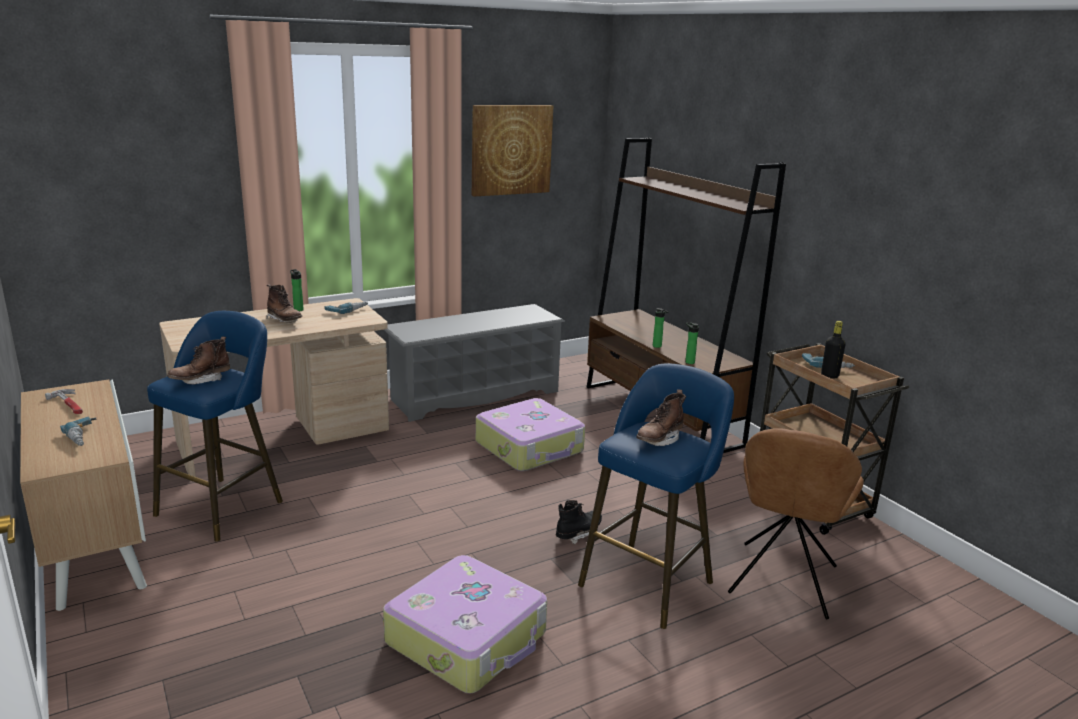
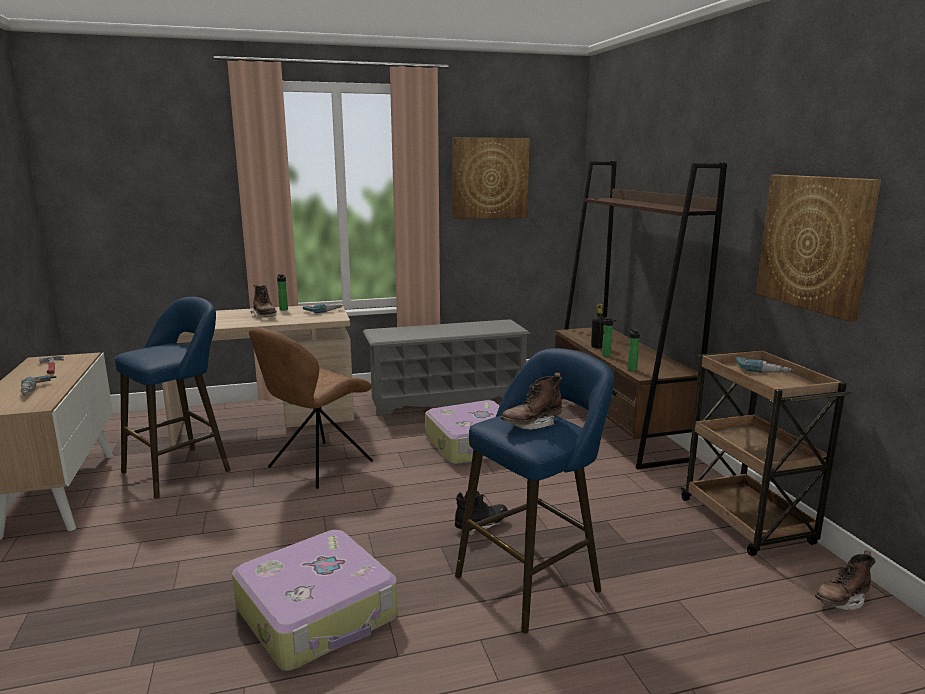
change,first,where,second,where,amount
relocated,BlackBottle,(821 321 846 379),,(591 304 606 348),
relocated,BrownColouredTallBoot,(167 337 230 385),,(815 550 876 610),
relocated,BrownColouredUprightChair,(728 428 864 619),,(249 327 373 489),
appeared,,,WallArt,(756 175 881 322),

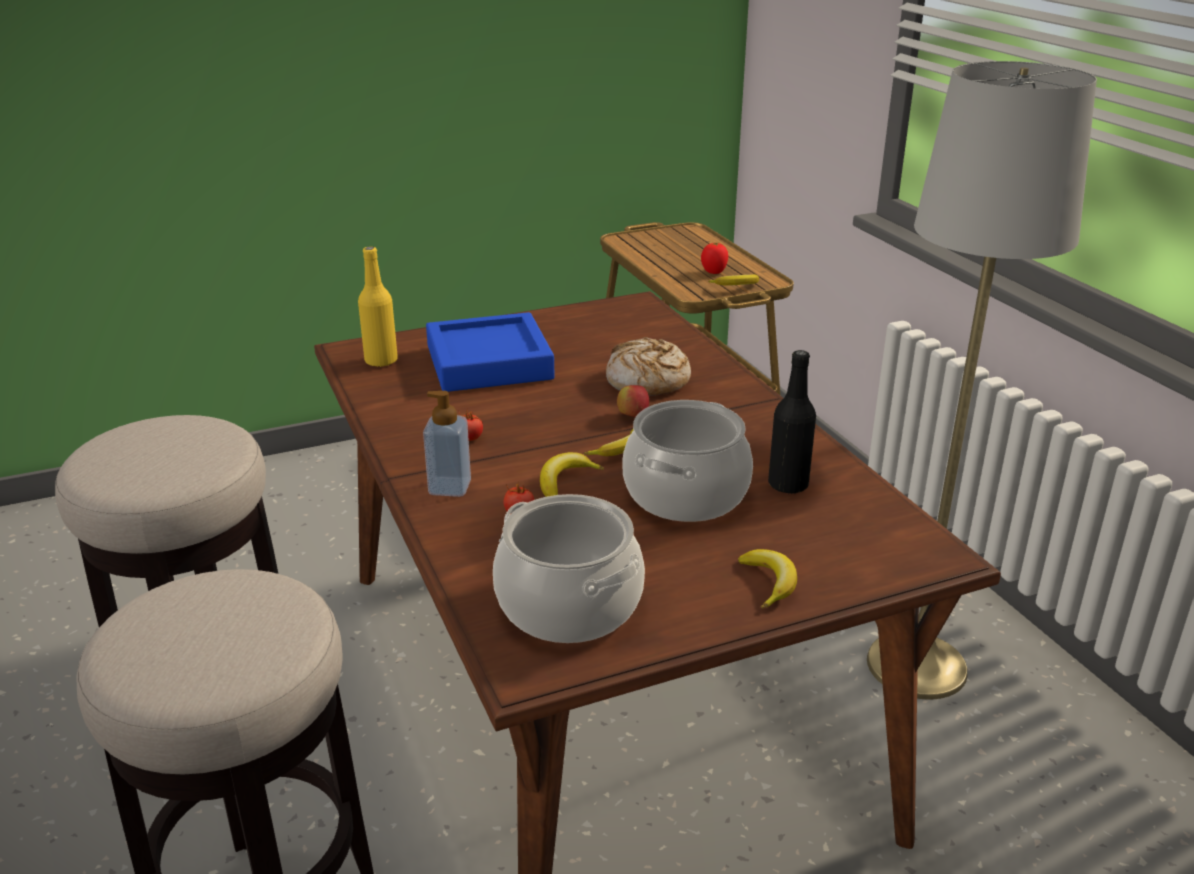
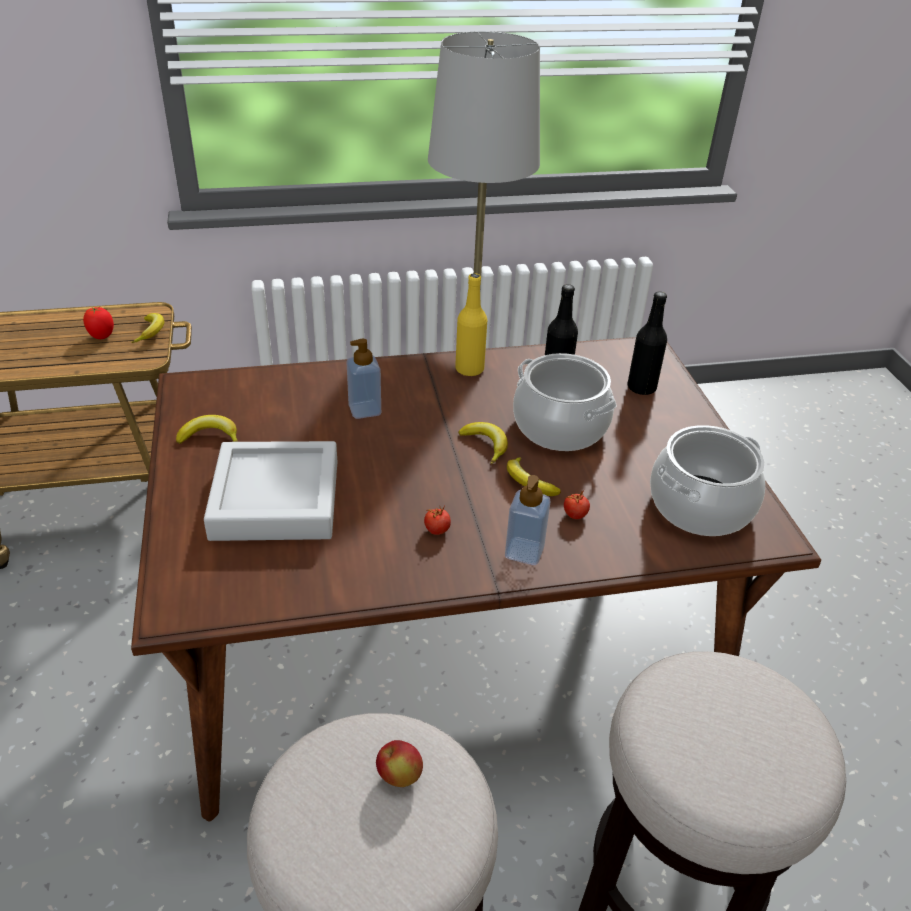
change,first,where,second,where,amount
relocated,YellowishBottle,(358 246 398 367),,(455 273 487 376),
colour,BlueColouredTray,(426 312 555 392),GreyTray,(204 441 337 541),
exchanged,BakedBread,(606 337 691 396),SoapBottle,(346 339 381 419),
relocated,WholeApple,(617 385 649 417),,(376 740 423 787),
relocated,Banana,(738 549 797 609),,(176 415 238 444),
appeared,,,BlackBottle,(627 291 667 395),

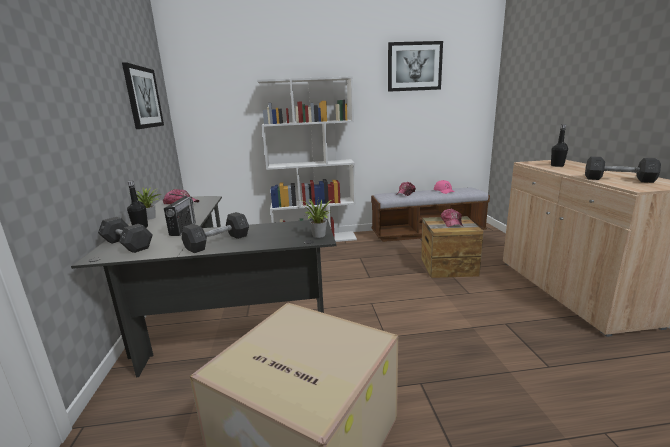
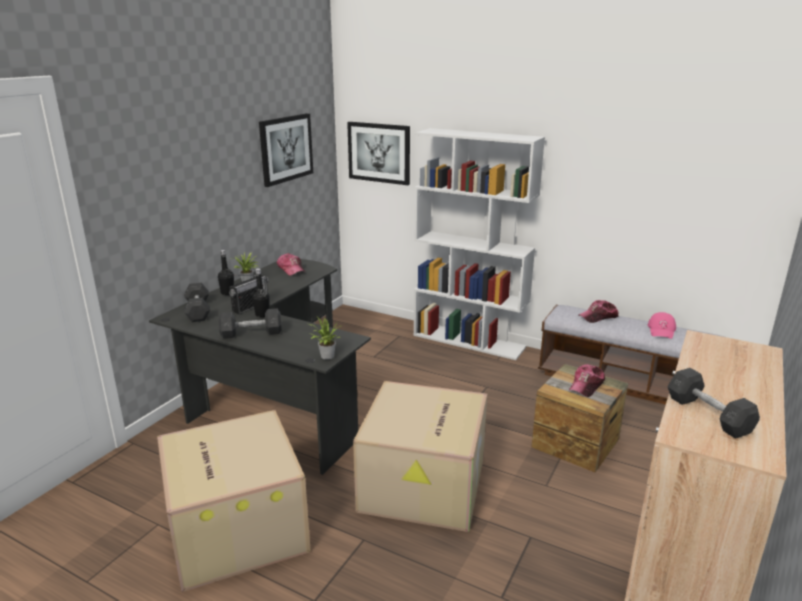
change,first,where,second,where,amount
relocated,WallArt,(388 41 443 92),,(347 122 410 185),
relocated,BlackBottle,(551 124 568 167),,(252 268 269 317),
appeared,,,CardboardBox,(353 381 487 532),

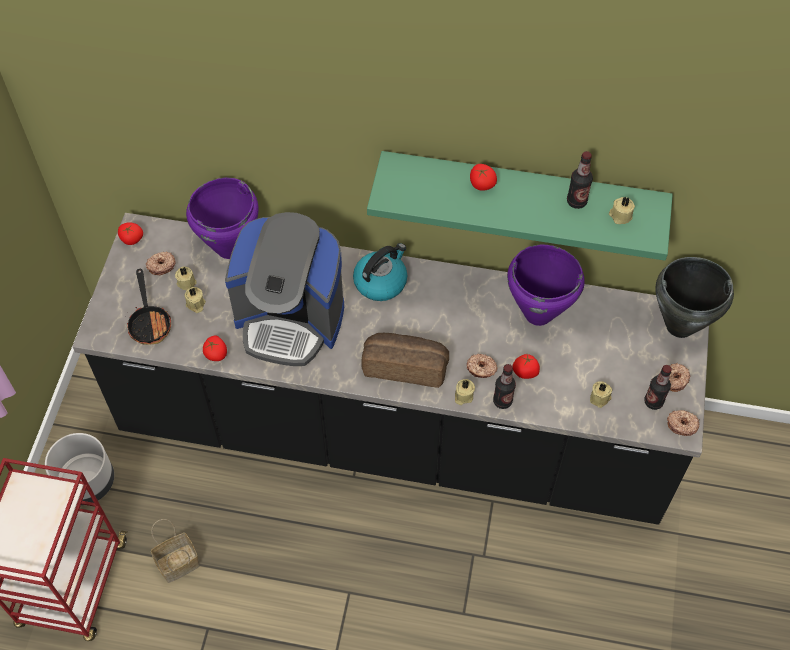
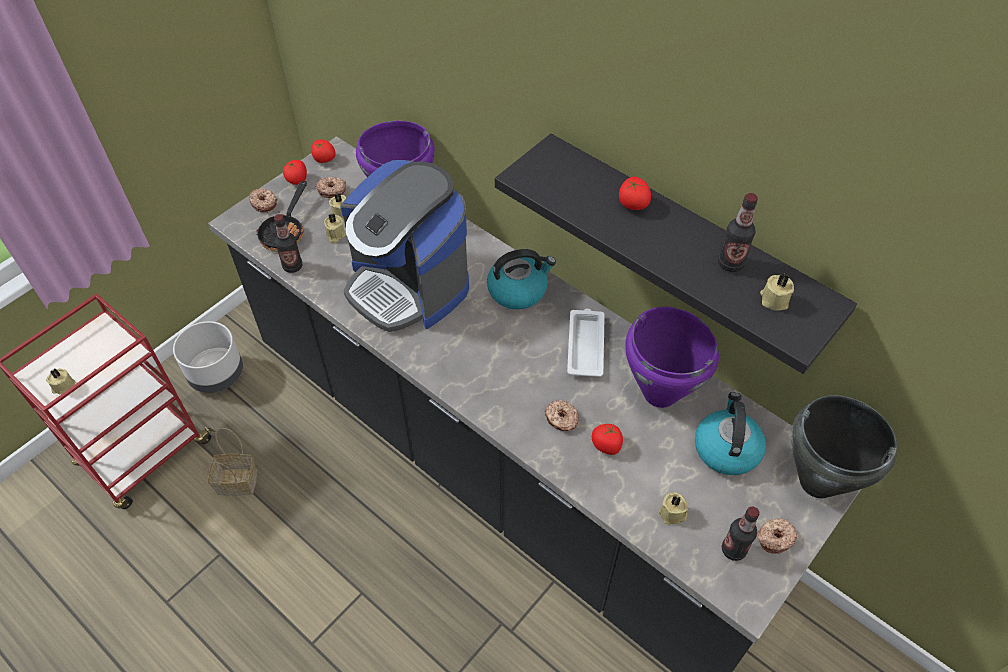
change,first,where,second,where,amount
colour,GreenShelf,(367 151 673 261),BlackShelf,(495 134 857 374),
missing,BakedBread,(361 333 449 388),,,
relocated,Tomato,(203 336 227 361),,(283 160 307 185),
relocated,Bottle,(493 364 516 409),,(274 214 303 273),
relocated,SandColouredWaxCandle,(455 379 475 405),,(46 369 76 395),
relocated,Doughnut,(667 410 699 436),,(249 188 277 212),
appeared,,,WhiteColouredTray,(567 309 605 377),
appeared,,,WaterKettle,(695 392 766 475),

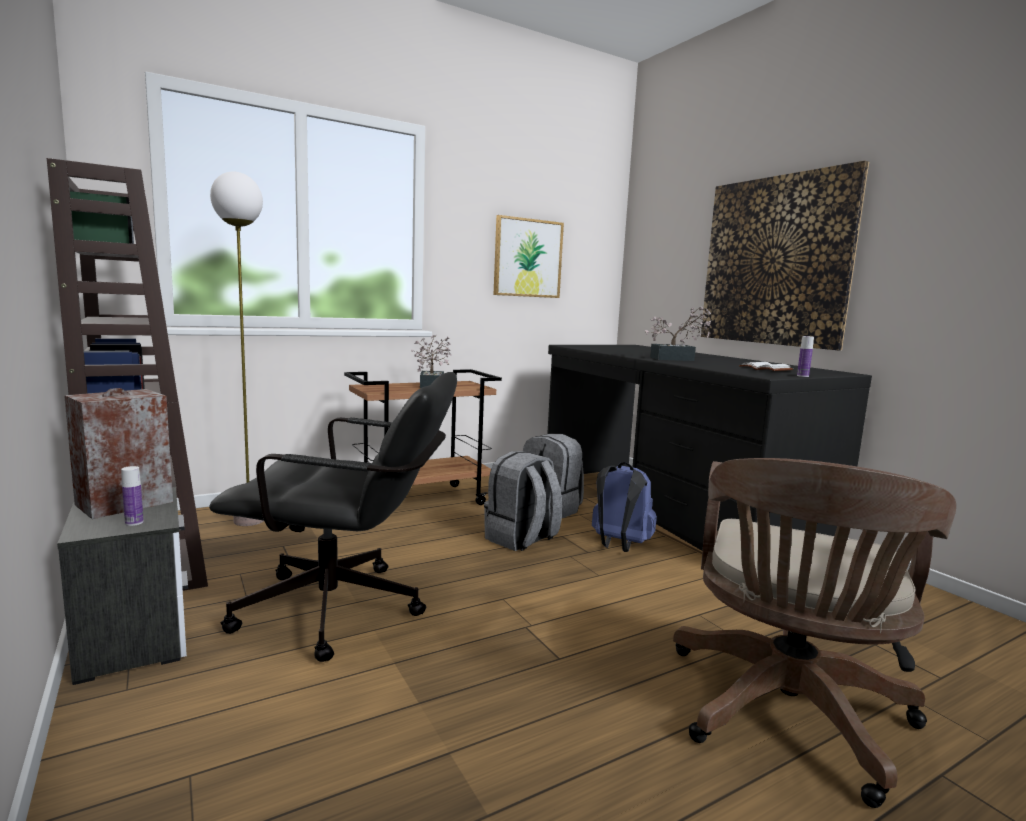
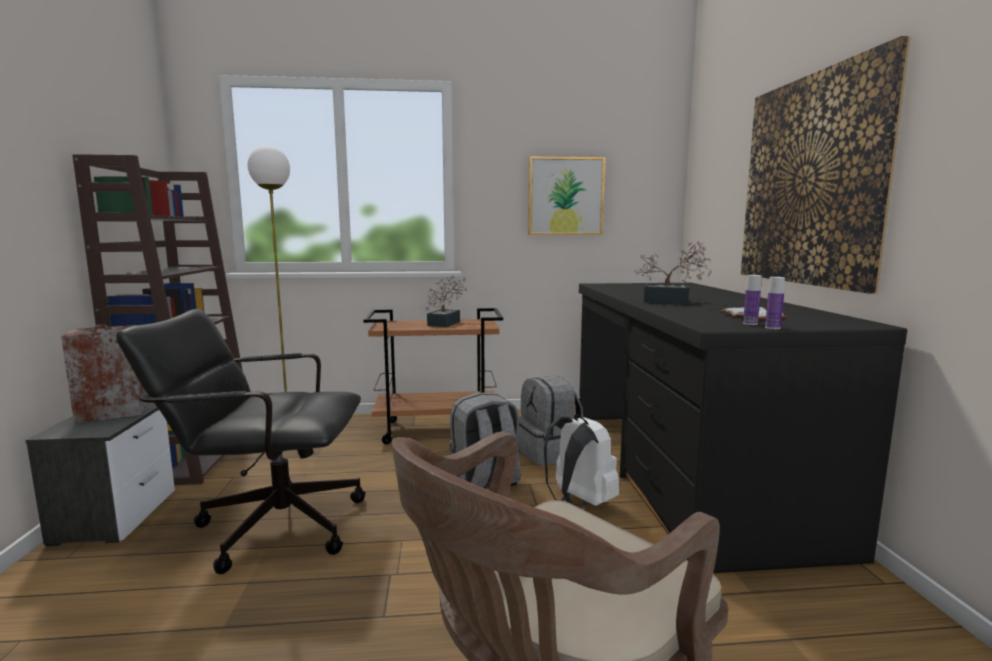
change,first,where,second,where,amount
spun,BlackComputerChair,(209 372 457 662),,(116 309 366 574),150 degrees clockwise
colour,BlueColouredRucksack,(592 462 657 552),WhiteColouredRucksack,(544 414 619 509),
relocated,Bottle,(121 466 144 526),,(743 275 762 325),

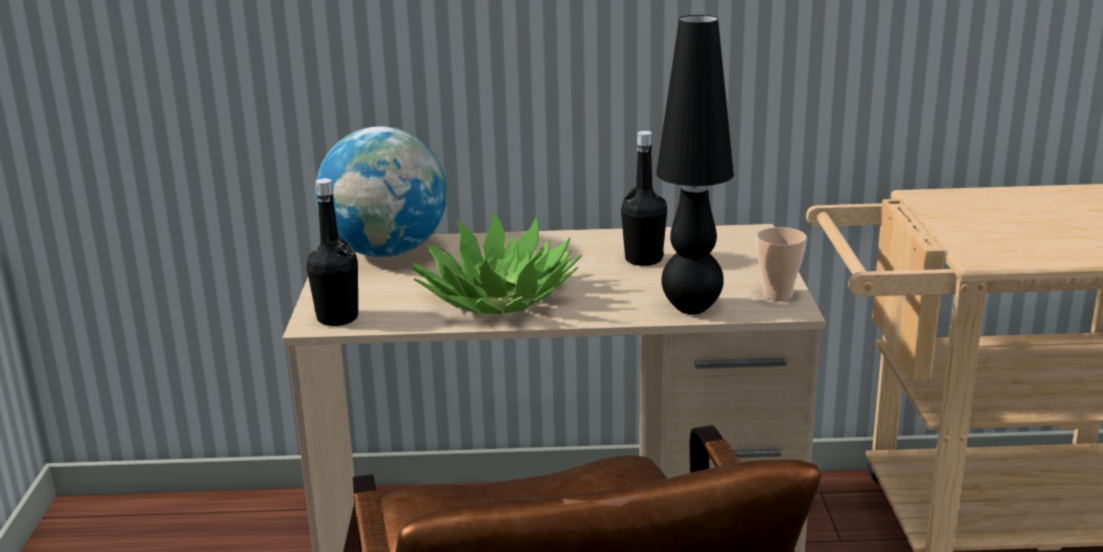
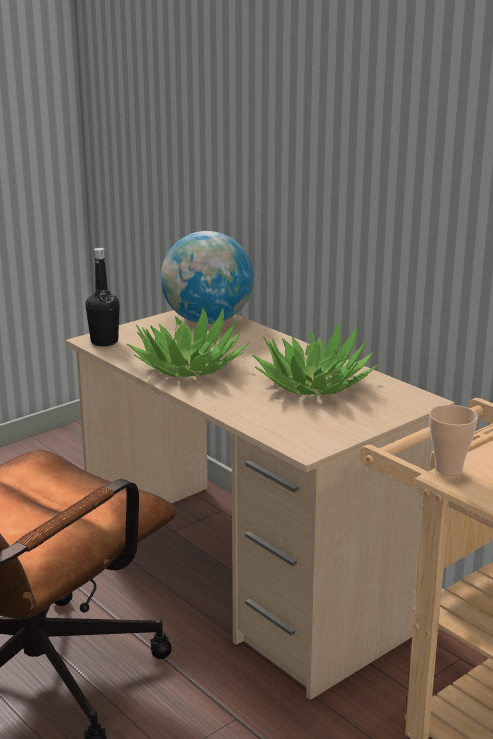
change,first,where,second,where,amount
missing,BlackTabletopLamp,(656 15 734 314),,,
exchanged,BlackBottle,(621 131 667 266),PottedPlant,(252 323 379 396),
relocated,Cup,(756 227 807 301),,(429 405 478 476),

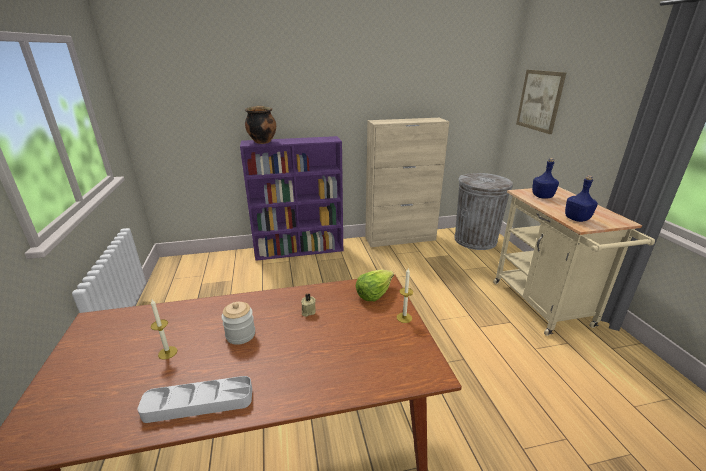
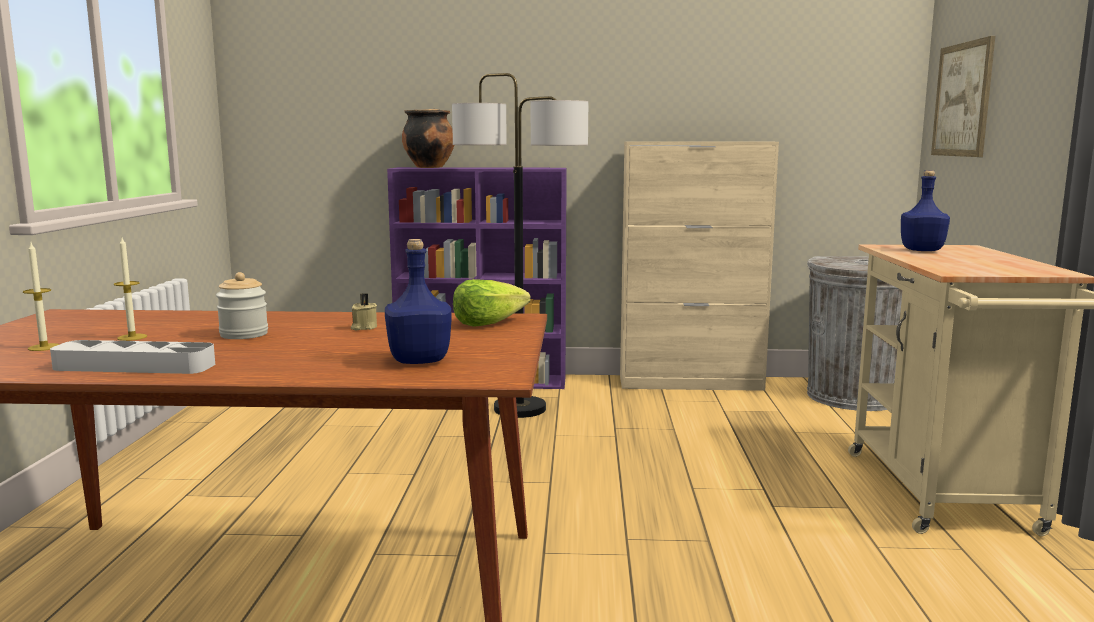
change,first,where,second,where,amount
relocated,BlueColouredBottle,(565 175 598 222),,(385 239 452 364),
relocated,WaxCandle,(397 268 413 323),,(23 243 60 351),
appeared,,,StandardLamp,(452 73 588 418),

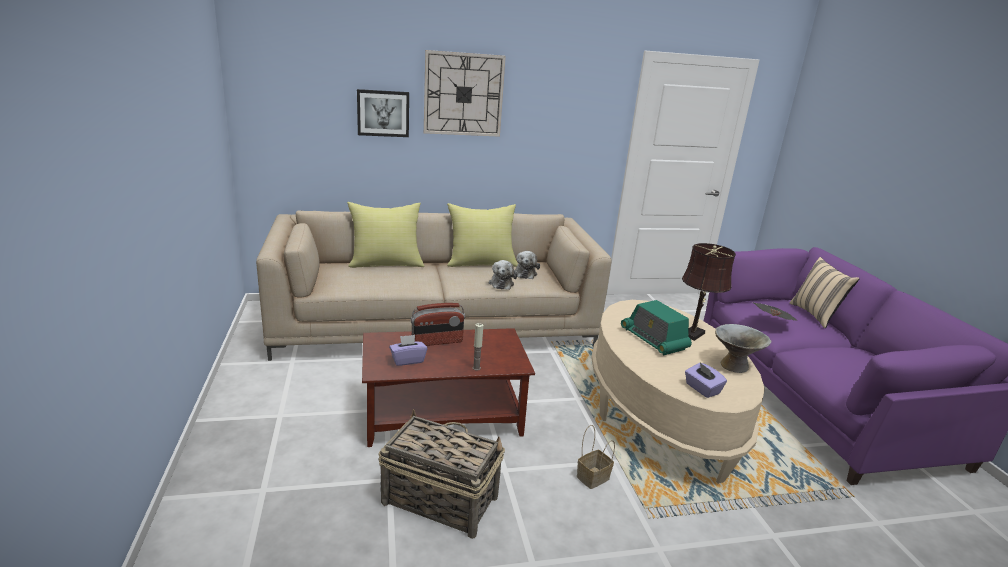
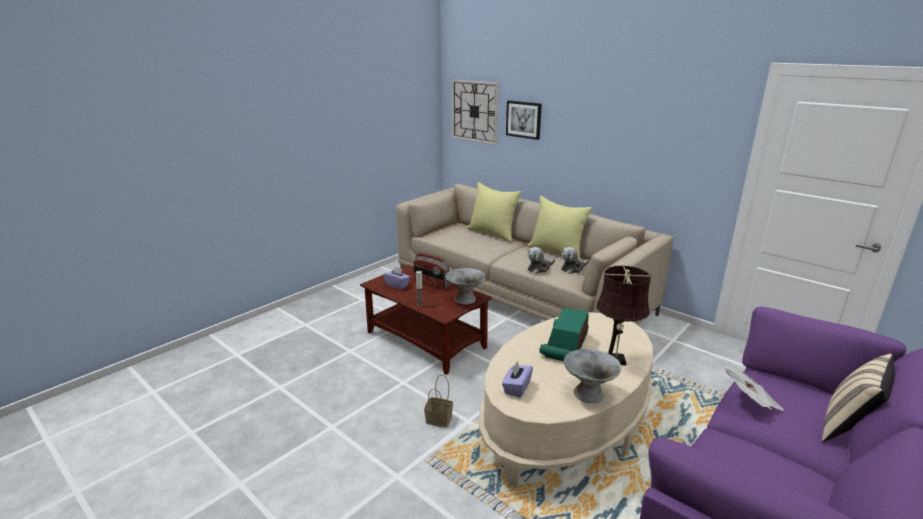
change,first,where,second,where,amount
relocated,ClockOnTheWall,(424 50 506 137),,(452 80 499 145),
missing,StorageBasket,(379 409 505 539),,,
appeared,,,GreyBowl,(445 268 485 305),

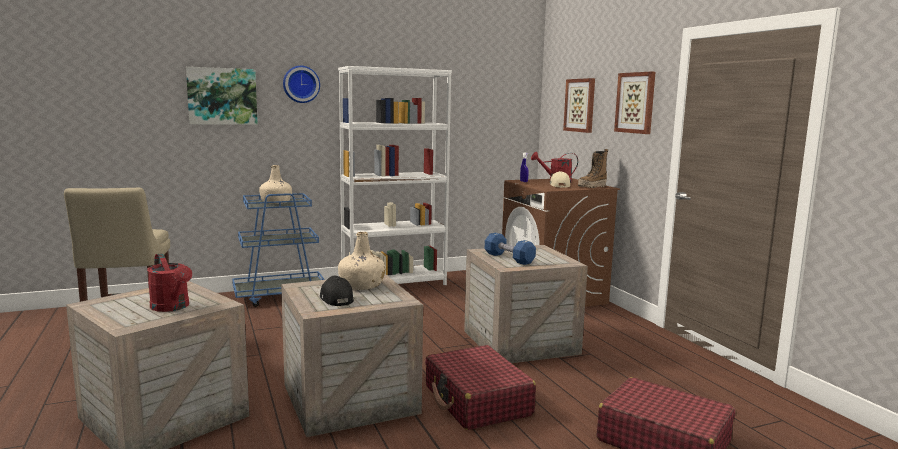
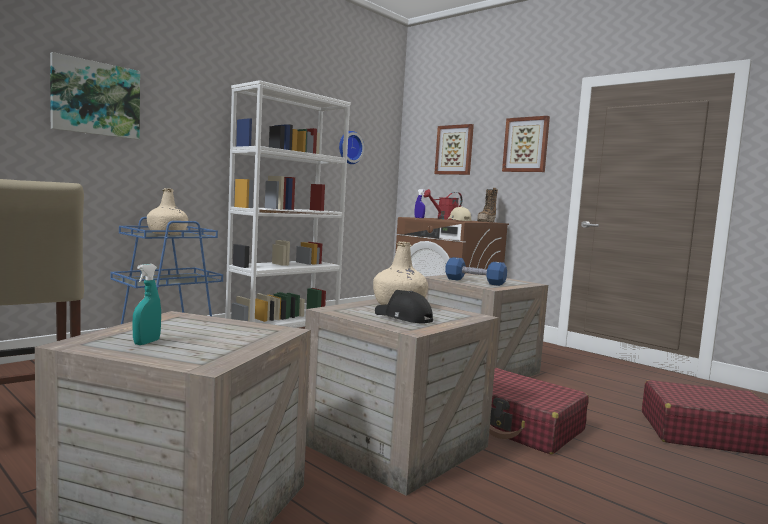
change,first,where,second,where,amount
relocated,ClockOnTheWall,(283 66 320 103),,(339 131 364 164),
missing,ReddishSprinklingCan,(147 253 192 312),,,
appeared,,,TurquoiseSprayer,(132 264 161 345),

